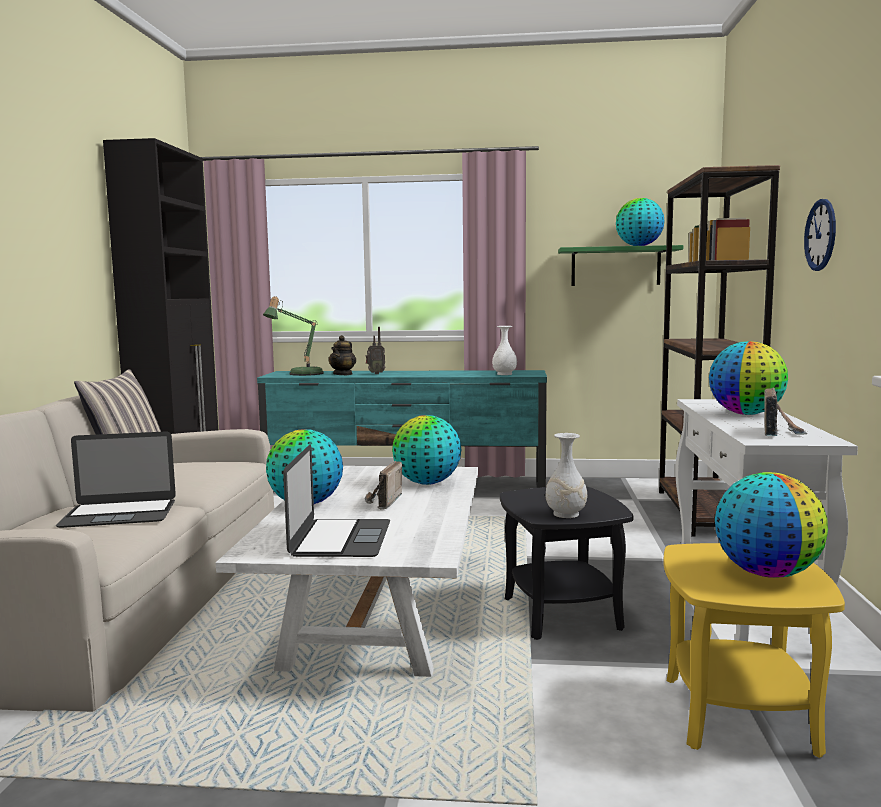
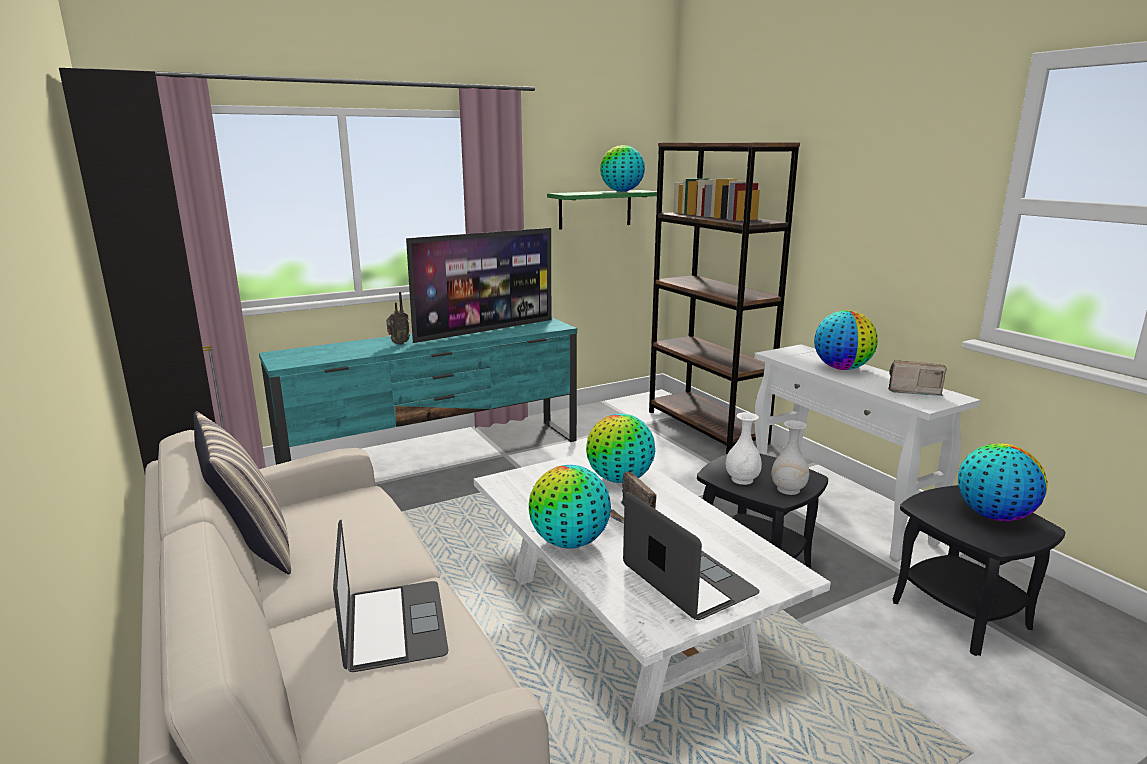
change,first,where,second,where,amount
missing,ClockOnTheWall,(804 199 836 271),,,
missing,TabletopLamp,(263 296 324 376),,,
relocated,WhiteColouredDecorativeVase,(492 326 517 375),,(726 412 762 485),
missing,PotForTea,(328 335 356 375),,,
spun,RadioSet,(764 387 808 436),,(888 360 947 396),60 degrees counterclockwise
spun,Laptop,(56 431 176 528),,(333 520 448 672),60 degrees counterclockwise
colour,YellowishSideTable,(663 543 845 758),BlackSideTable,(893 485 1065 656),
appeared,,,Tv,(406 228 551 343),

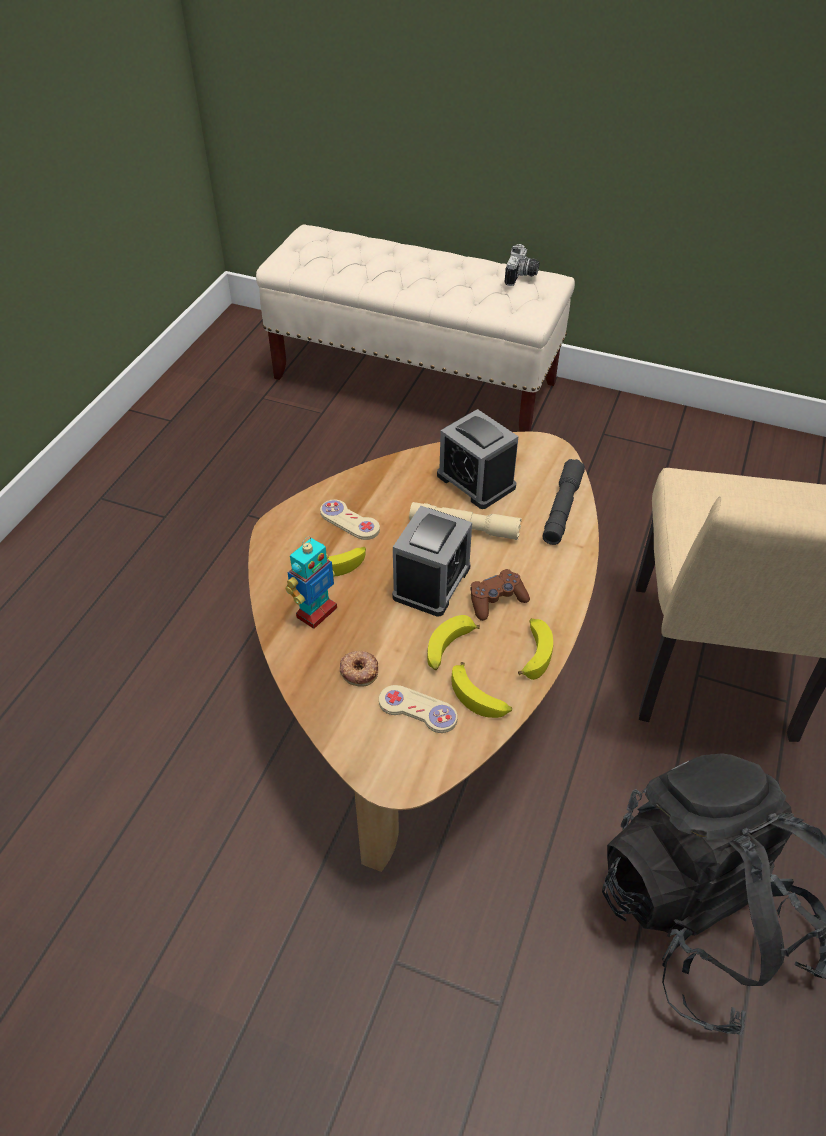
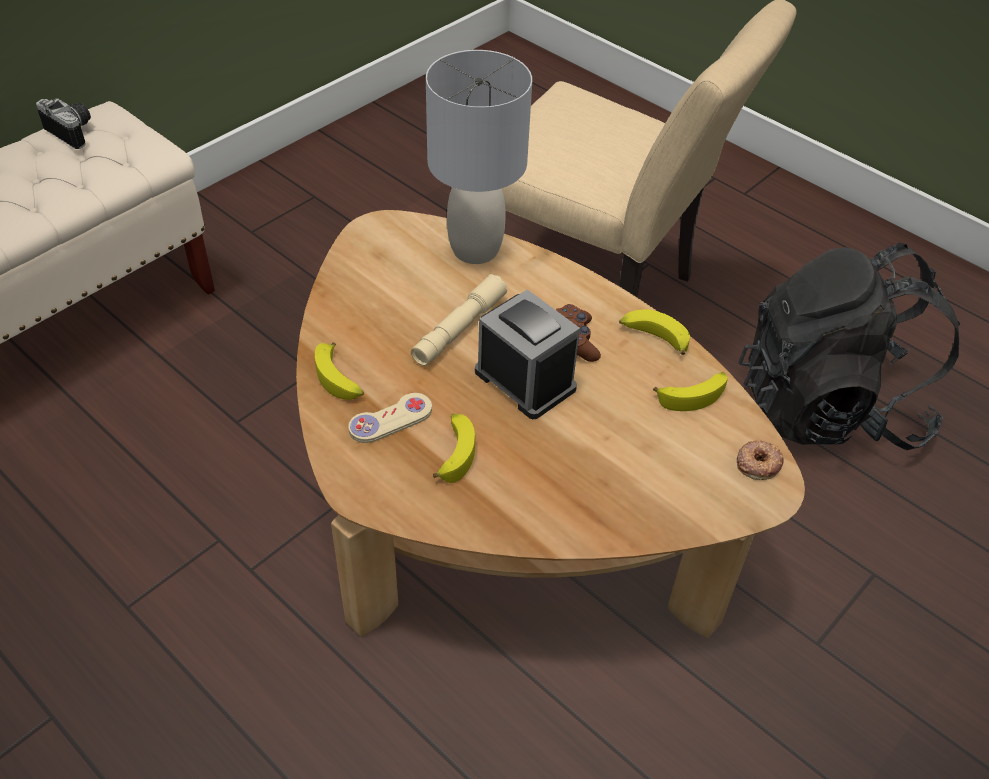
change,first,where,second,where,amount
missing,TableClock,(437 409 519 509),,,
exchanged,GreyHandTorch,(542 459 585 545),GreyTabletopLamp,(426 50 532 264),
missing,ModelRobot,(285 536 337 629),,,
relocated,Banana,(427 615 480 670),,(315 342 364 400),
relocated,Doughnut,(340 651 378 687),,(737 441 784 480),
missing,SandColouredGamepad,(379 685 458 733),,,

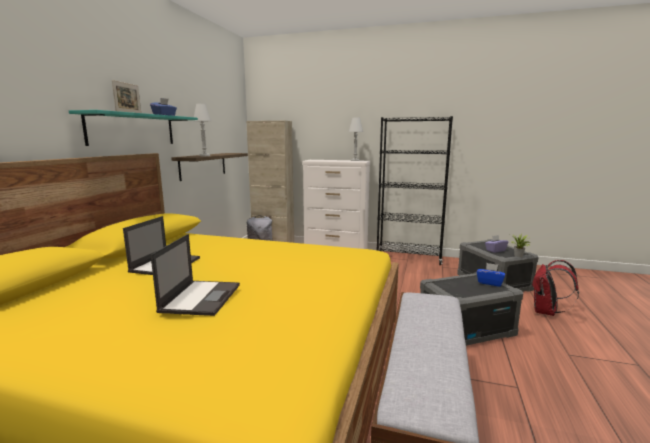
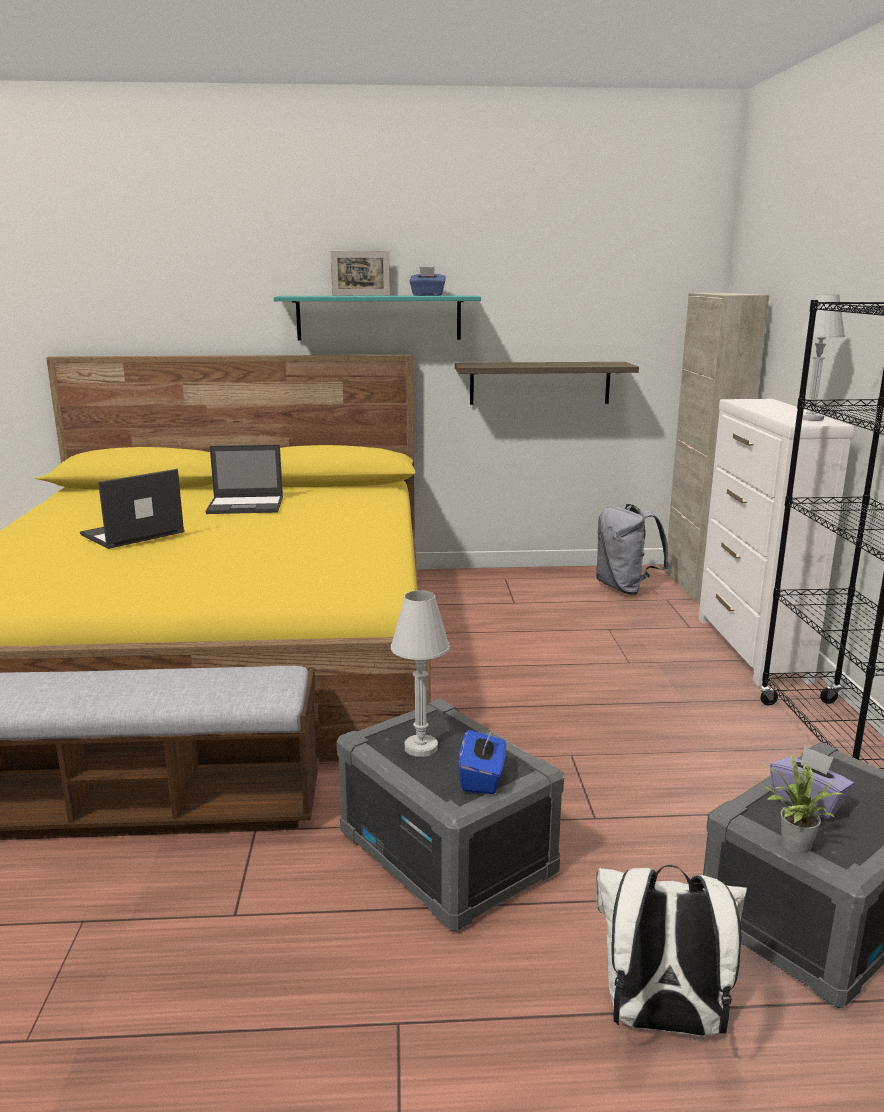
change,first,where,second,where,amount
relocated,WhiteColouredTabletopLamp,(193 104 211 156),,(391 590 450 757),
spun,Laptop,(151 234 240 316),,(80 469 185 549),150 degrees clockwise
colour,ReddishRucksack,(531 260 579 316),WhiteColouredRucksack,(596 865 747 1036),

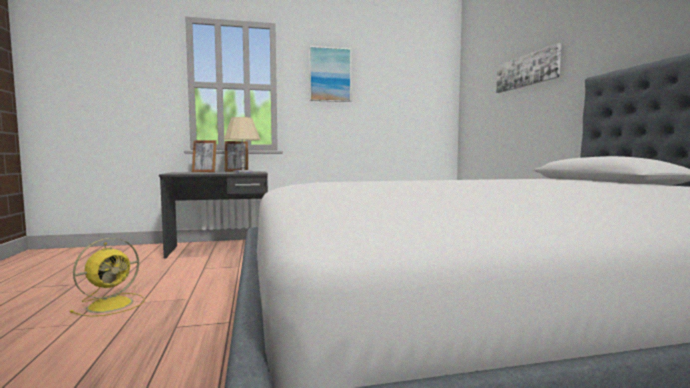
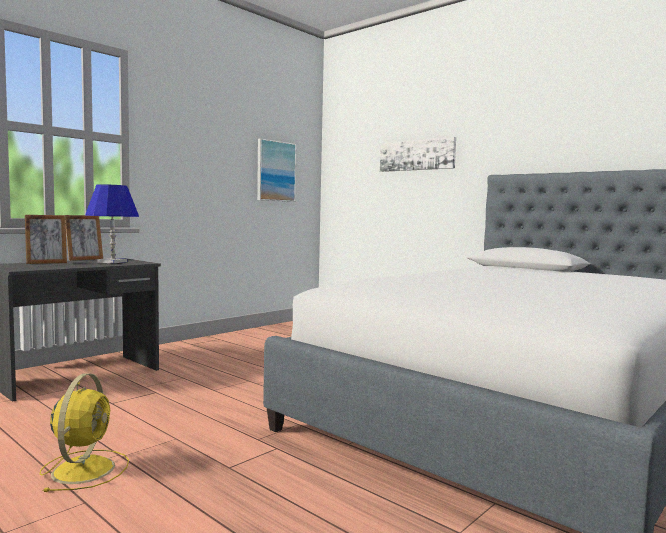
change,first,where,second,where,amount
relocated,WallArt,(309 46 351 102),,(257 138 296 202),
colour,SandColouredTabletopLamp,(224 117 260 173),BlueColouredTabletopLamp,(85 184 139 264),

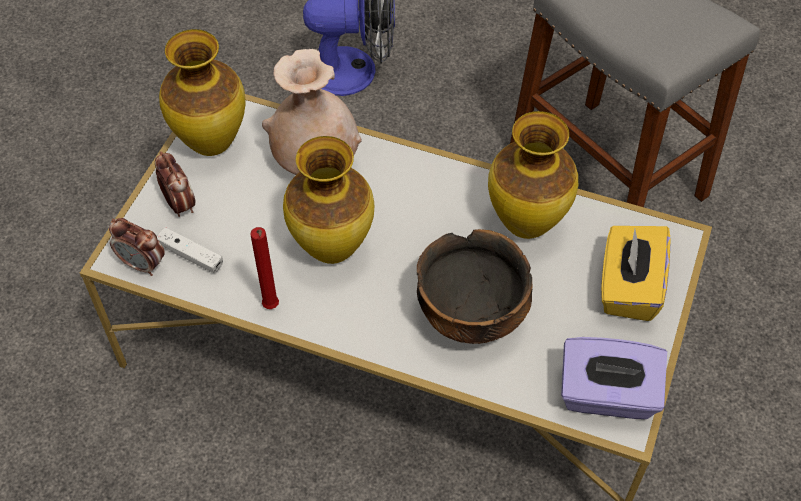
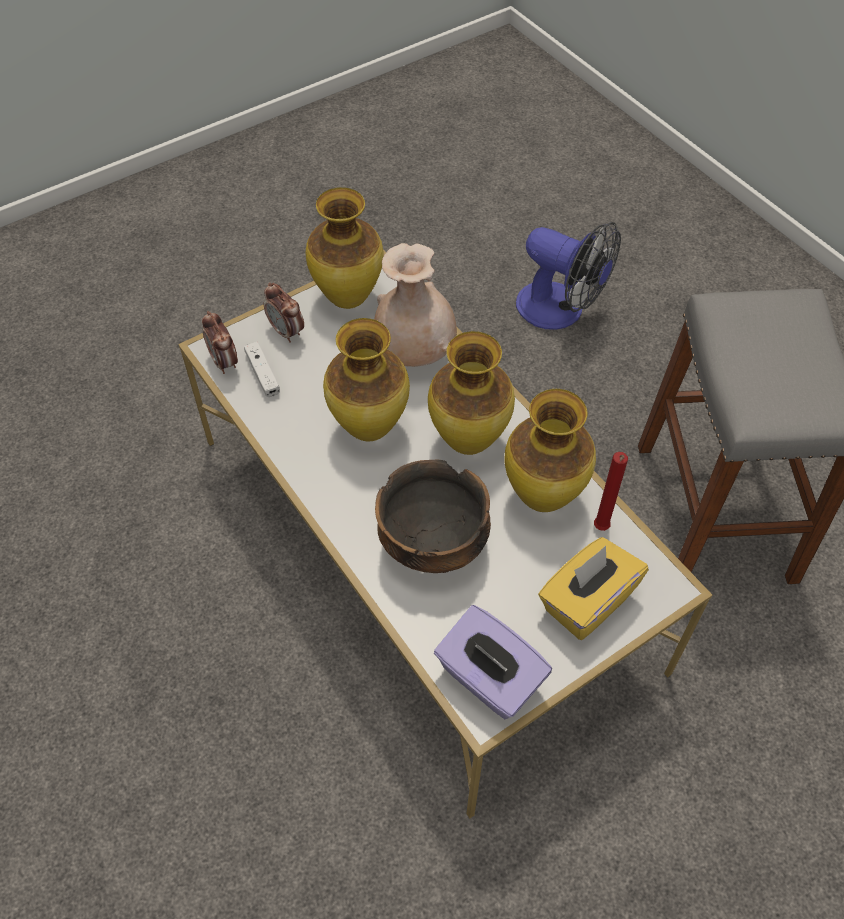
change,first,where,second,where,amount
spun,TableClock,(155 151 195 217),,(264 282 304 343),135 degrees clockwise
relocated,ReddishWaxCandle,(250 227 279 309),,(594 452 628 531),
appeared,,,DecorativeVase,(428 331 515 455),

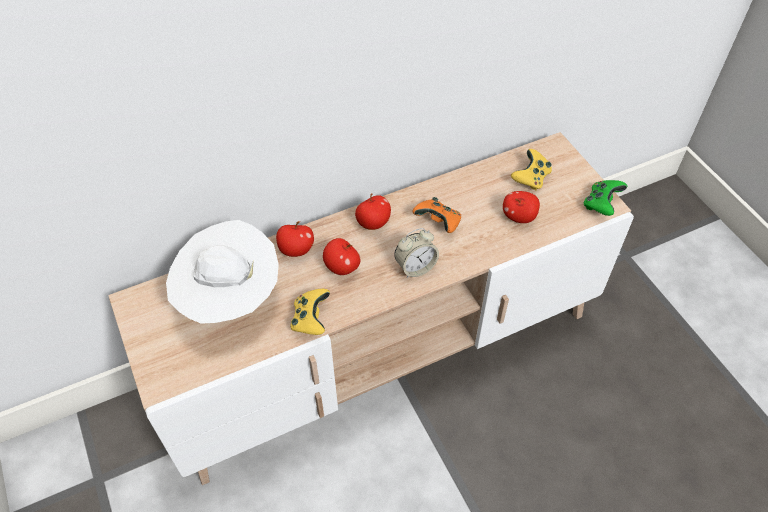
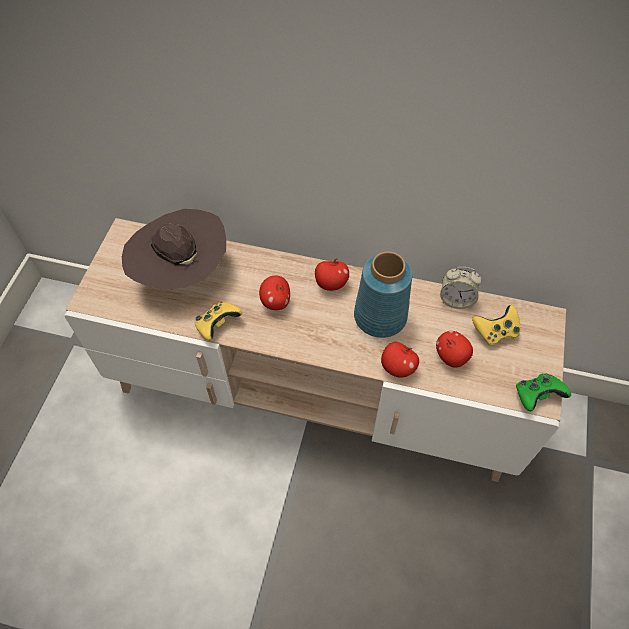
change,first,where,second,where,amount
exchanged,OrangeyGamepad,(413 197 461 233),BlueColouredDecorativeVase,(354 251 413 338),
colour,WhiteColouredWearableHat,(166 220 279 324),BrownColouredWearableHat,(122 209 226 290),
relocated,WholeApple,(276 221 314 257),,(381 342 419 378),
relocated,TableClock,(394 228 439 278),,(440 267 482 309),

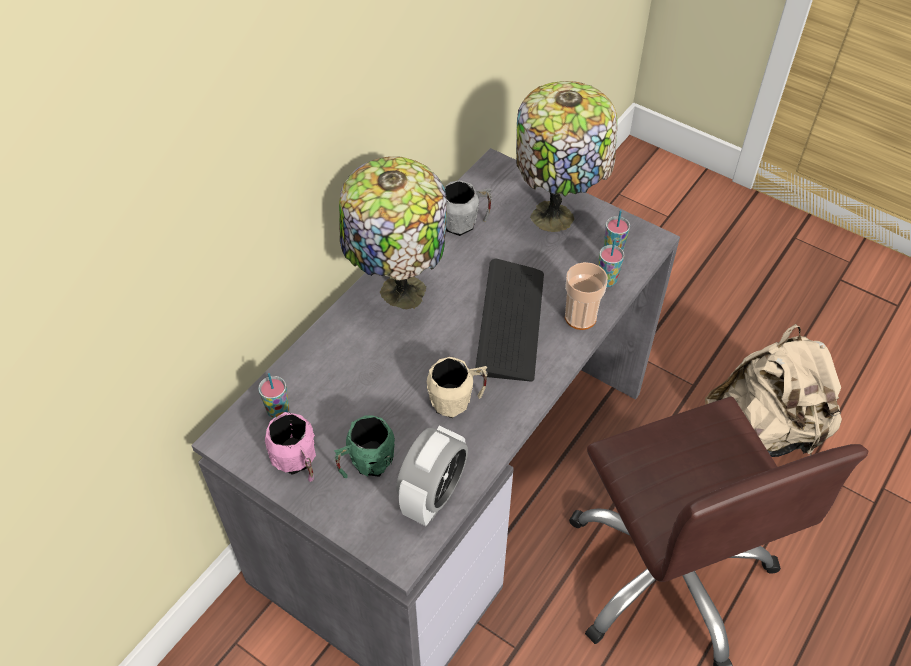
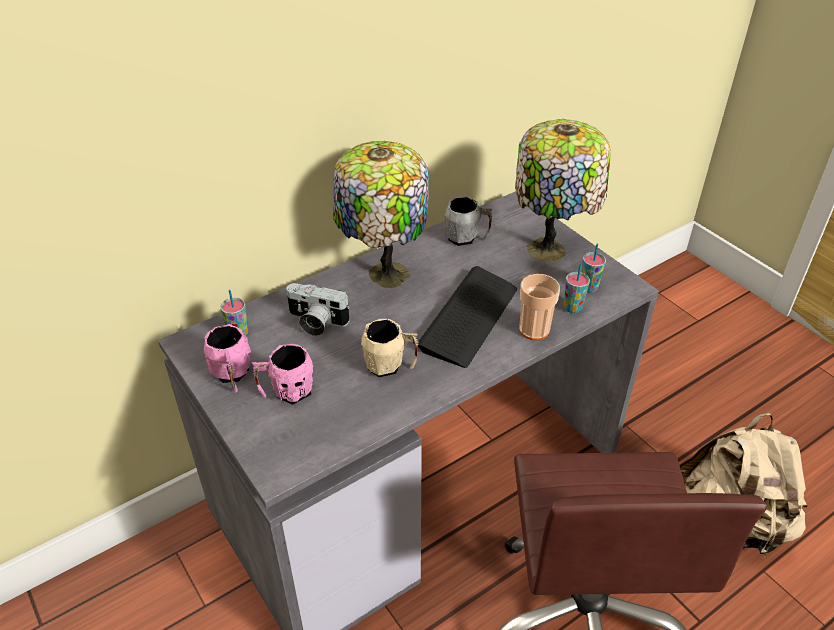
change,first,where,second,where,amount
colour,GreenCoffeeMug,(334 415 395 478),PinkColouredCoffeeMug,(252 344 313 405),
missing,TableClock,(396 426 468 526),,,
appeared,,,StillCamera,(286 283 350 336),

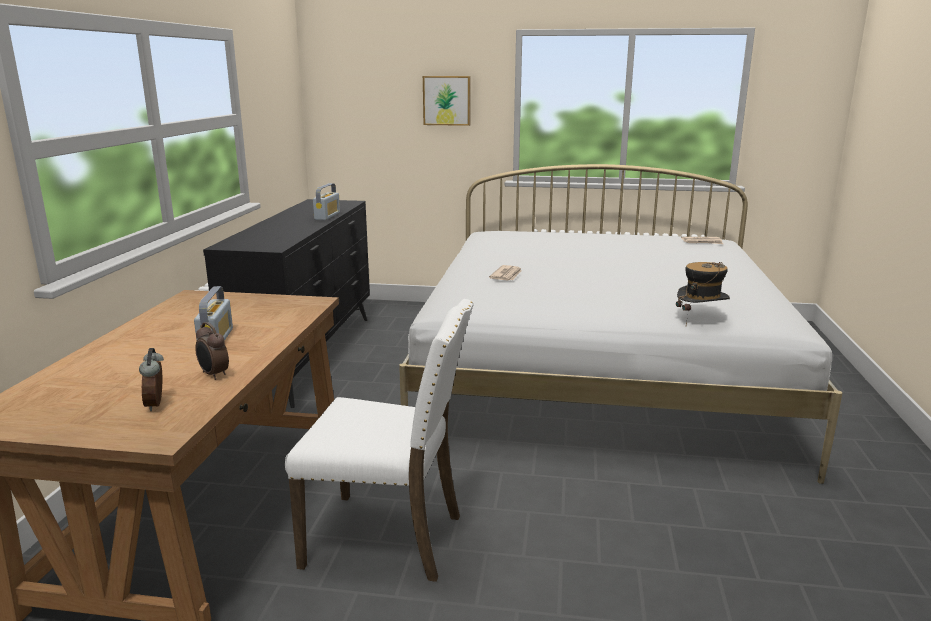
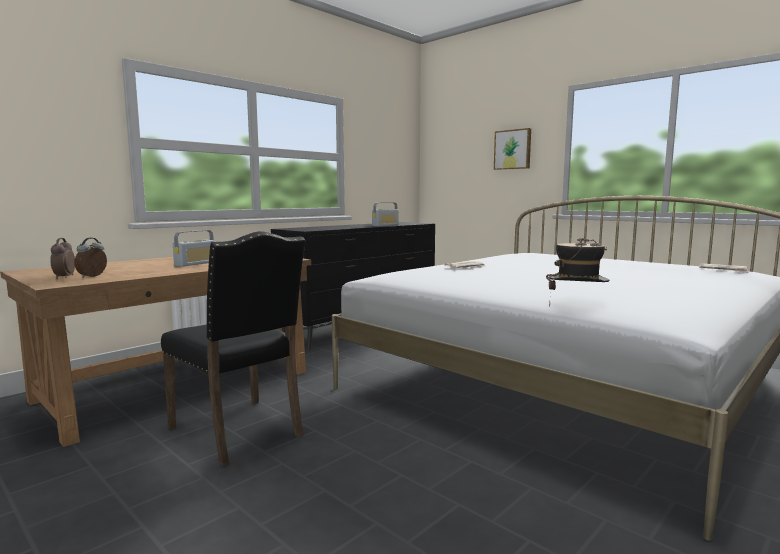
change,first,where,second,where,amount
colour,WhiteColouredUprightChair,(285 299 474 582),BlackUprightChair,(161 231 305 467),
relocated,TableClock,(195 322 229 380),,(50 238 75 279),

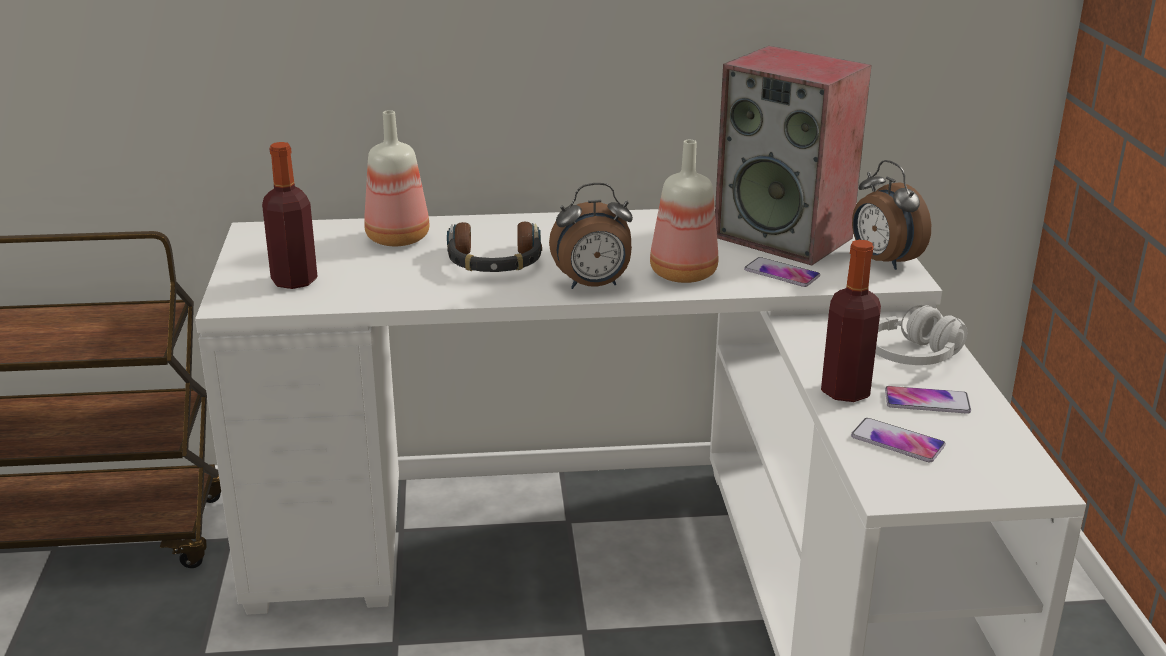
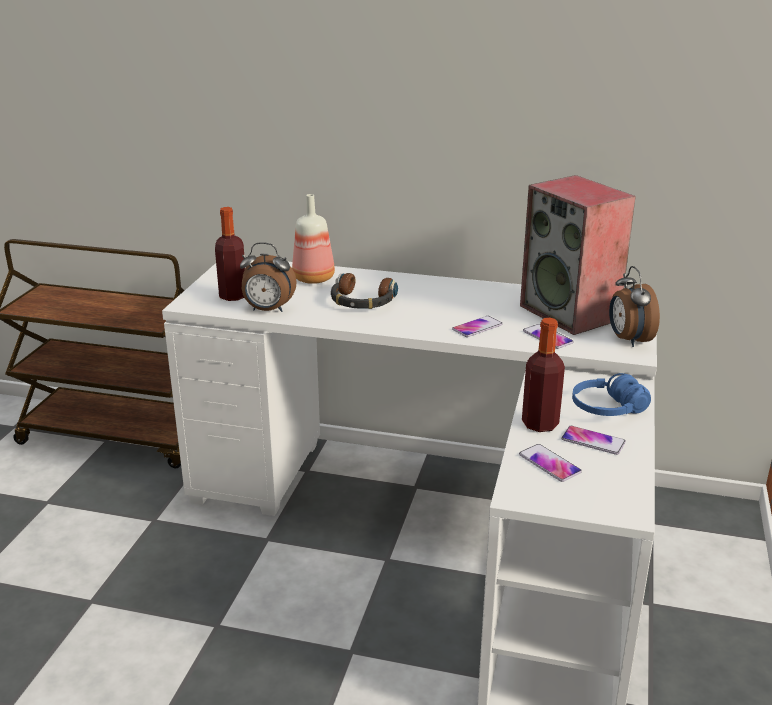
change,first,where,second,where,amount
exchanged,Bottle,(650 140 718 283),Telephone,(452 316 503 337),
relocated,TableClock,(549 183 633 289),,(240 242 297 312),
colour,WhiteColouredHeadphones,(875 305 967 365),BlueColouredHeadphones,(572 373 651 416),

